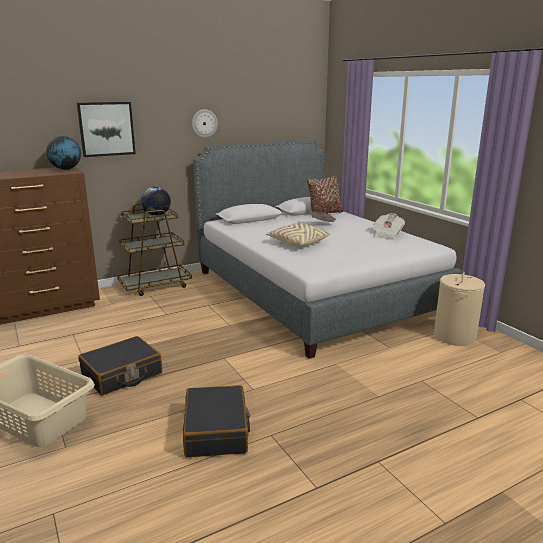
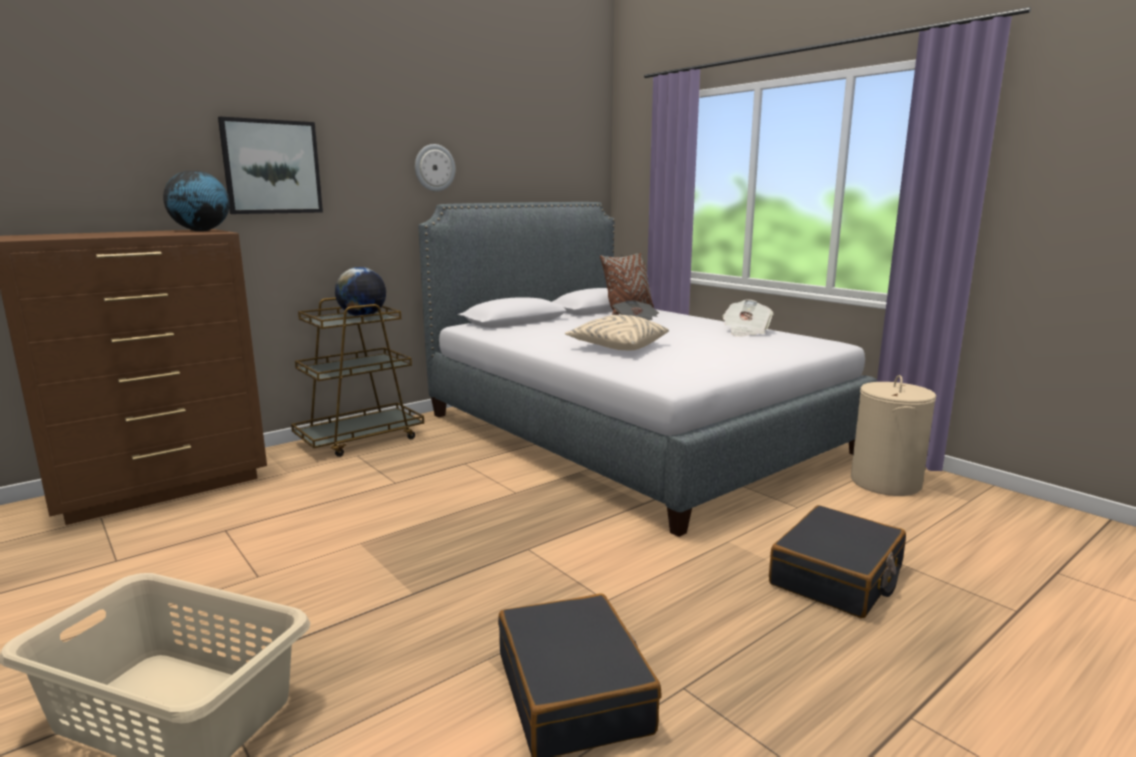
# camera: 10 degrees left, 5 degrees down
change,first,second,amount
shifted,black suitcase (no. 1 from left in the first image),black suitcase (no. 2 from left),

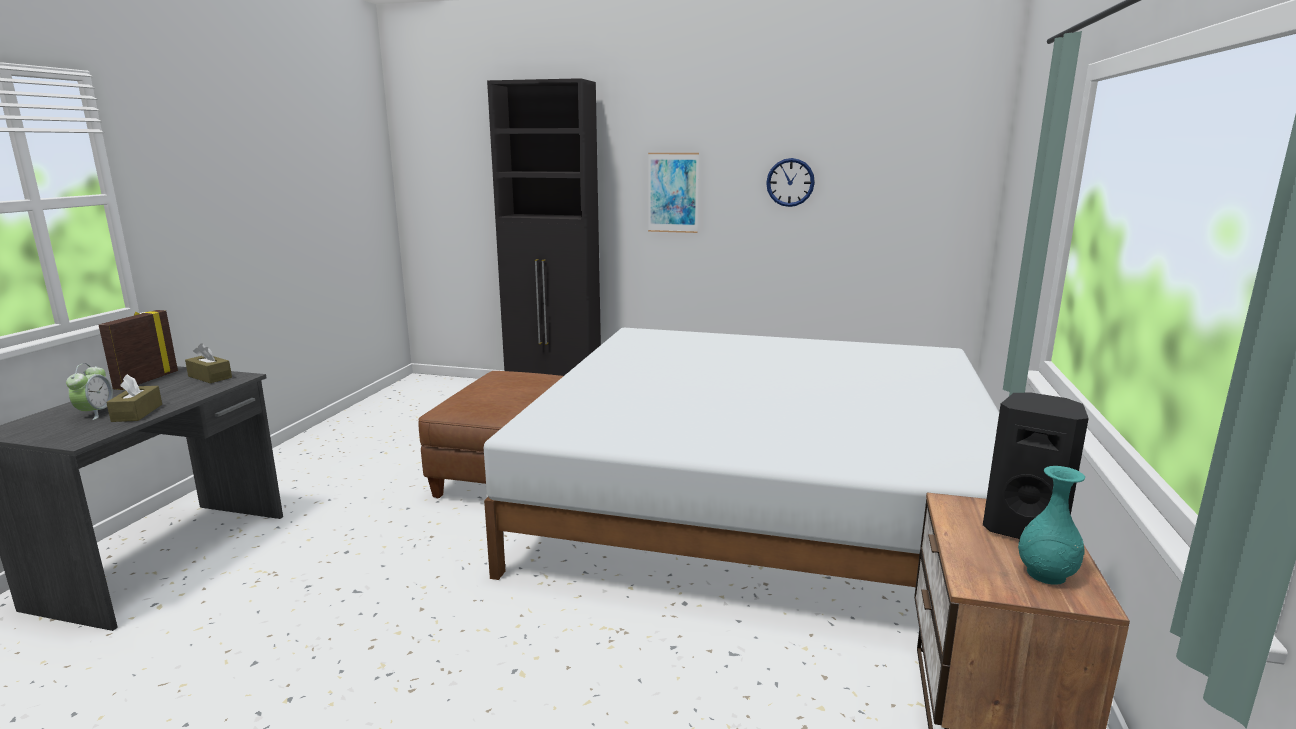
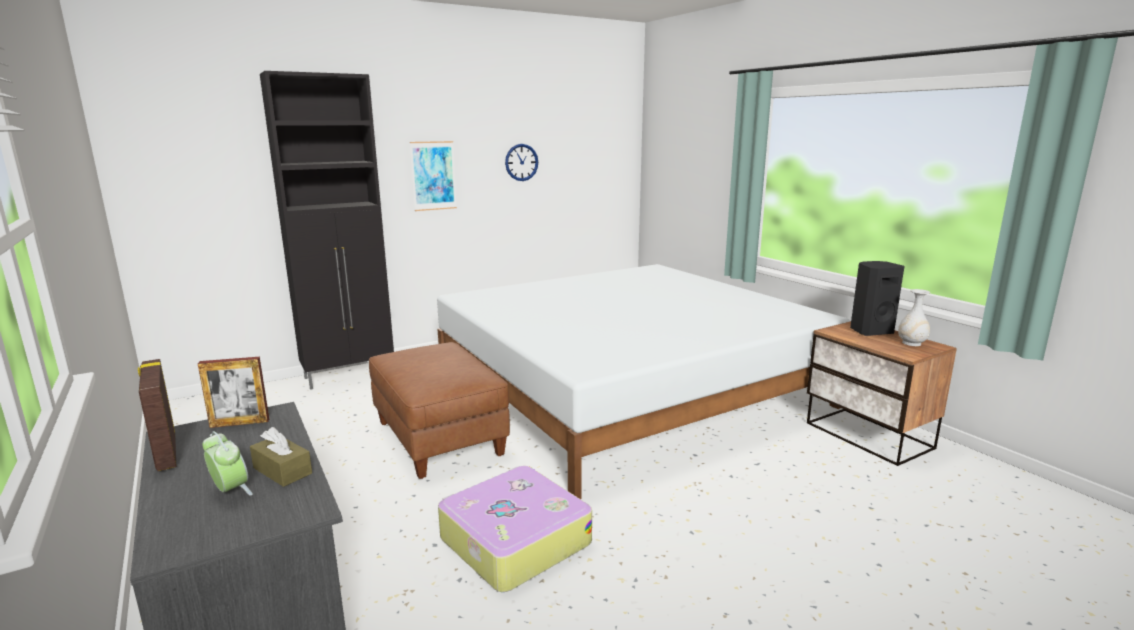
# camera: 45 degrees left, 0 degrees up
change,first,second,amount
swapped,brown tissue box (no. 2 from left),picture frame (no. 2 from left),
repainted,turquoise vase,white vase,
new,,suitcase,

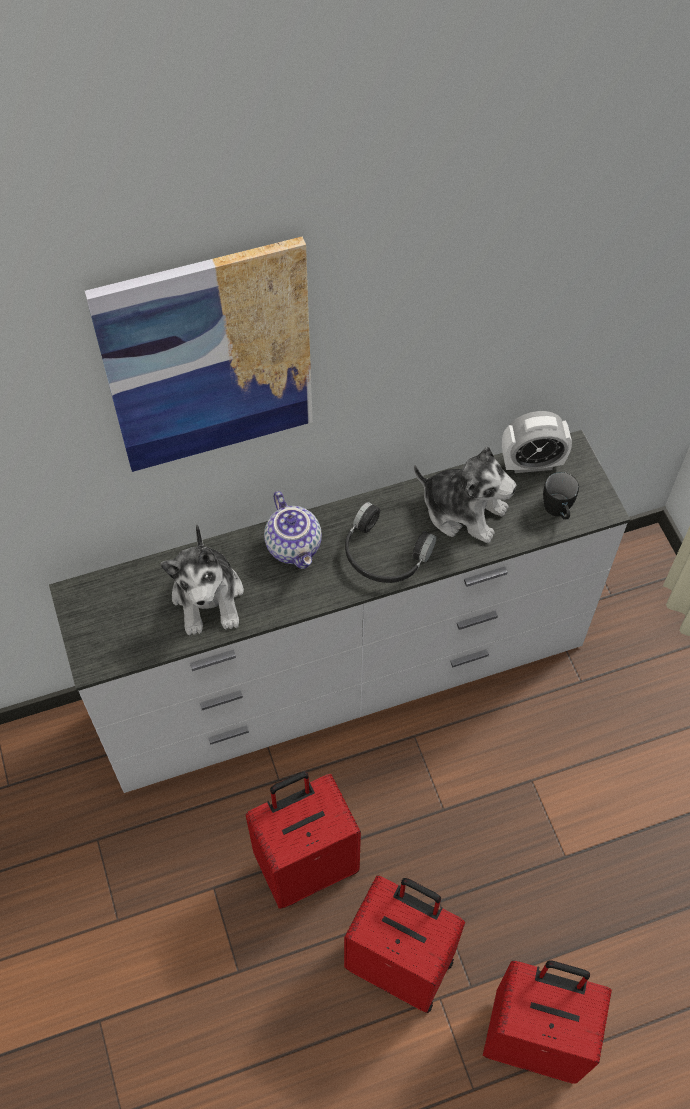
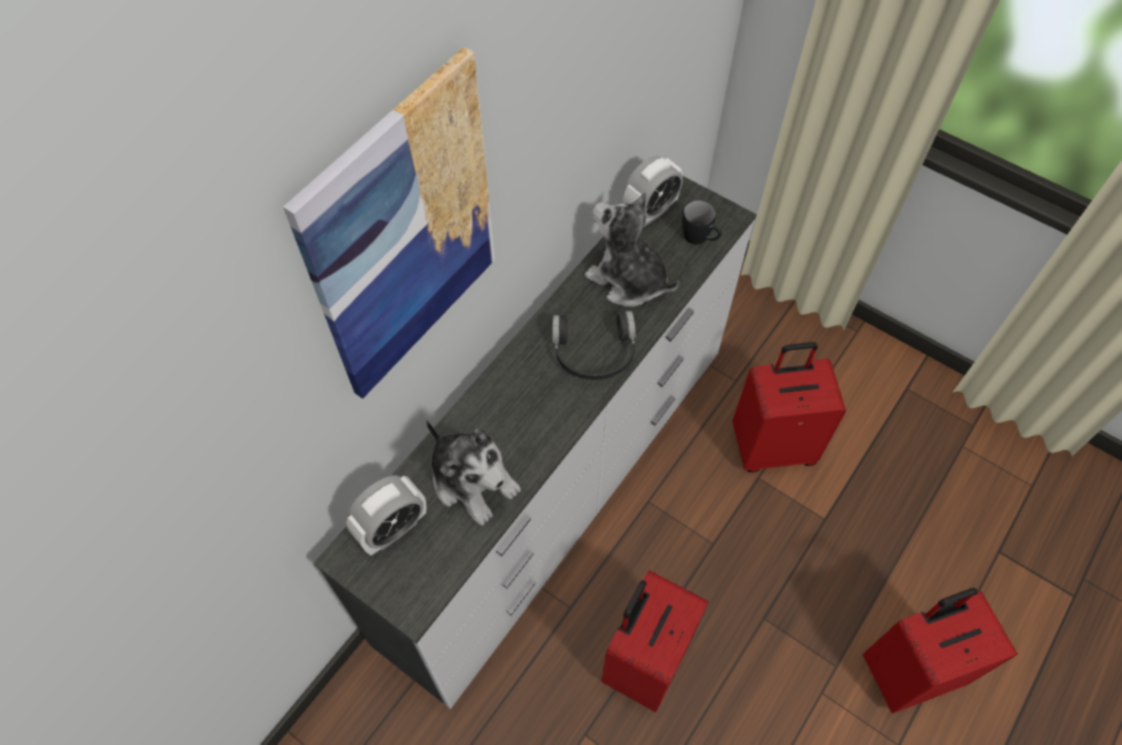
# camera: 35 degrees left, 0 degrees up
change,first,second,amount
gone,teapot,,
shifted,red suitcase (no. 2 from left),,
rotated,plush toy (no. 2 from left),,135 degrees counterclockwise
new,,alarm clock (no. 1 from left),

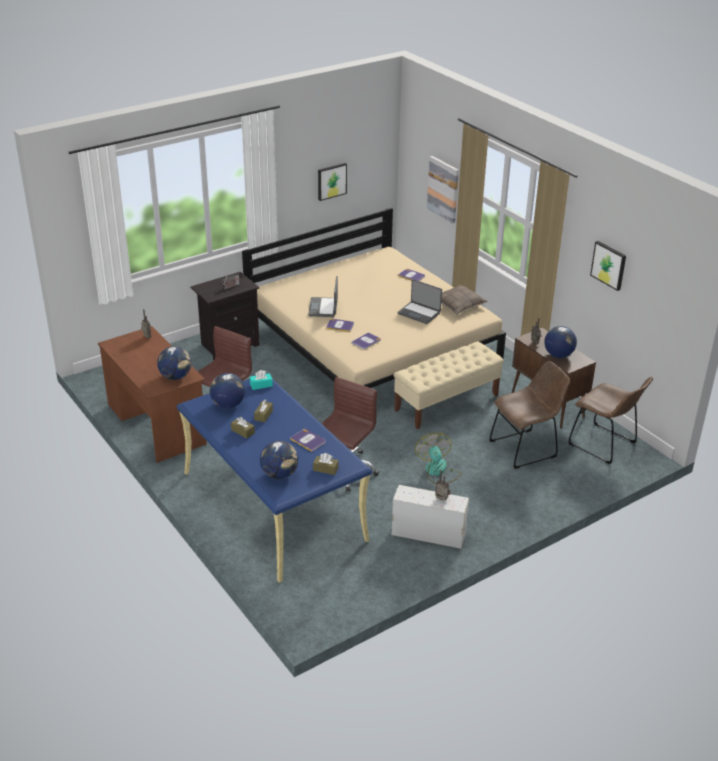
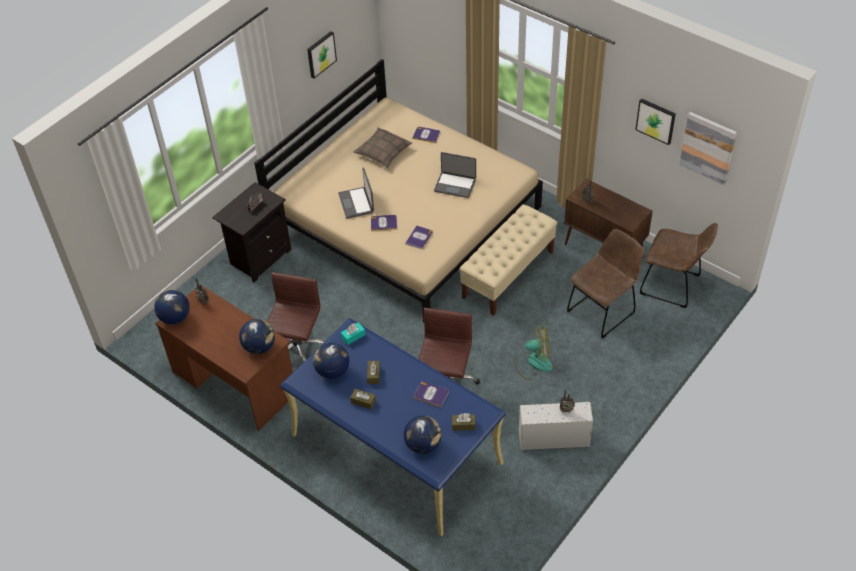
# camera: 15 degrees left, 15 degrees up
change,first,second,amount
rotated,fan,,120 degrees clockwise
shifted,picture (no. 2 from left in the first image),picture (no. 3 from left),
shifted,pillow,,
shifted,globe (no. 4 from left in the first image),globe (no. 1 from left),

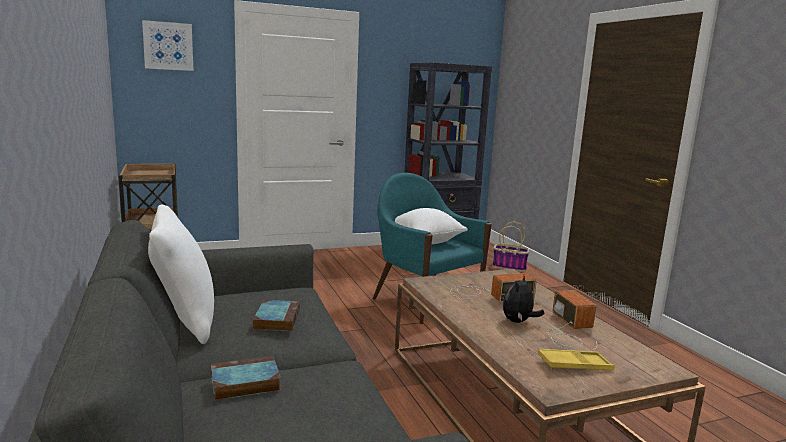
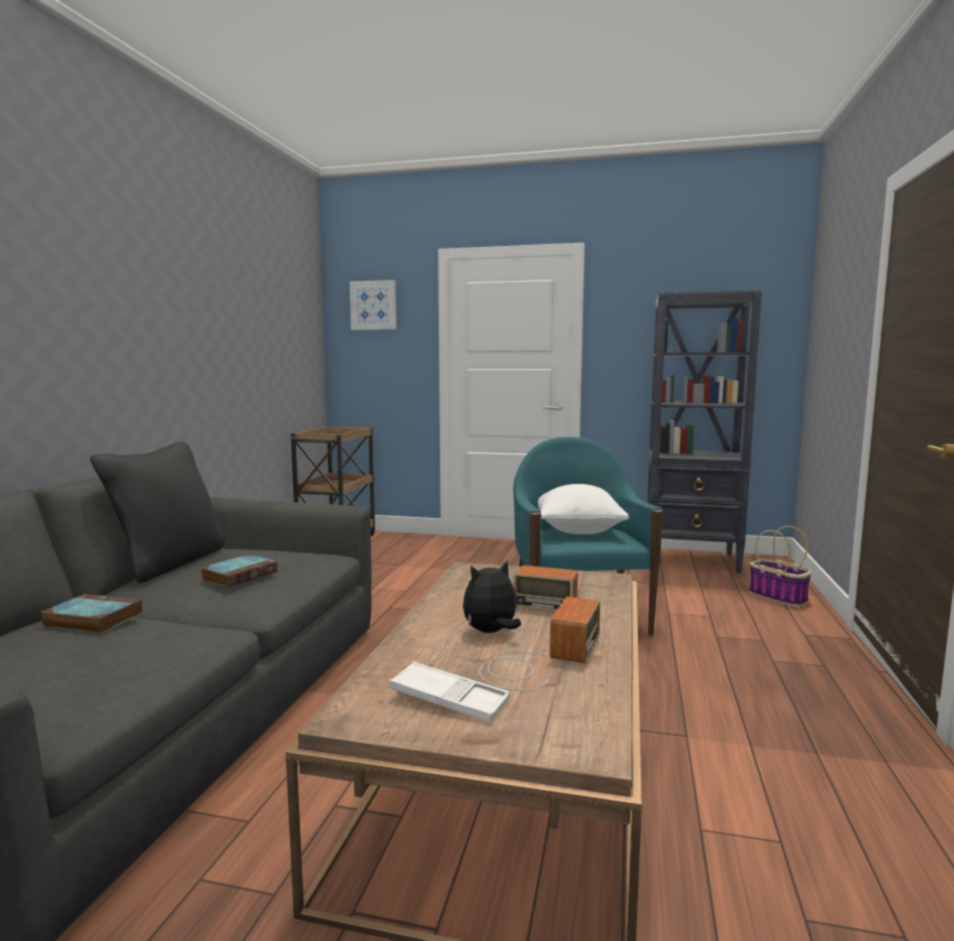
# camera: 35 degrees right, 5 degrees down
change,first,second,amount
repainted,white pillow (no. 1 from left),black pillow,
repainted,yellow tray,white tray,

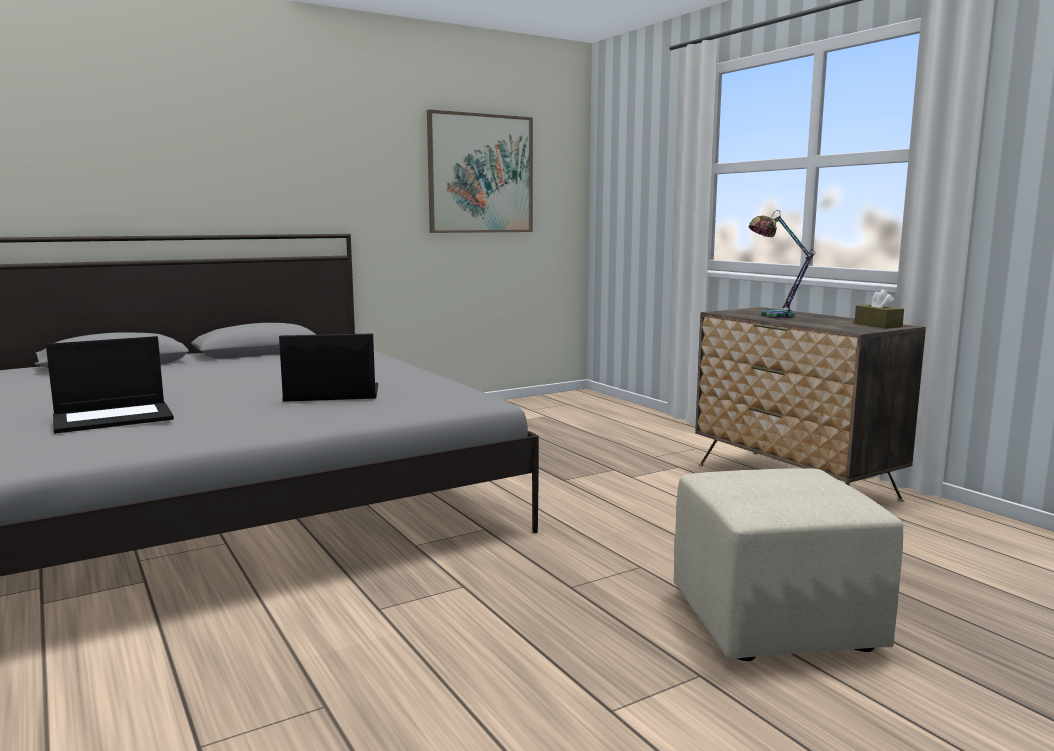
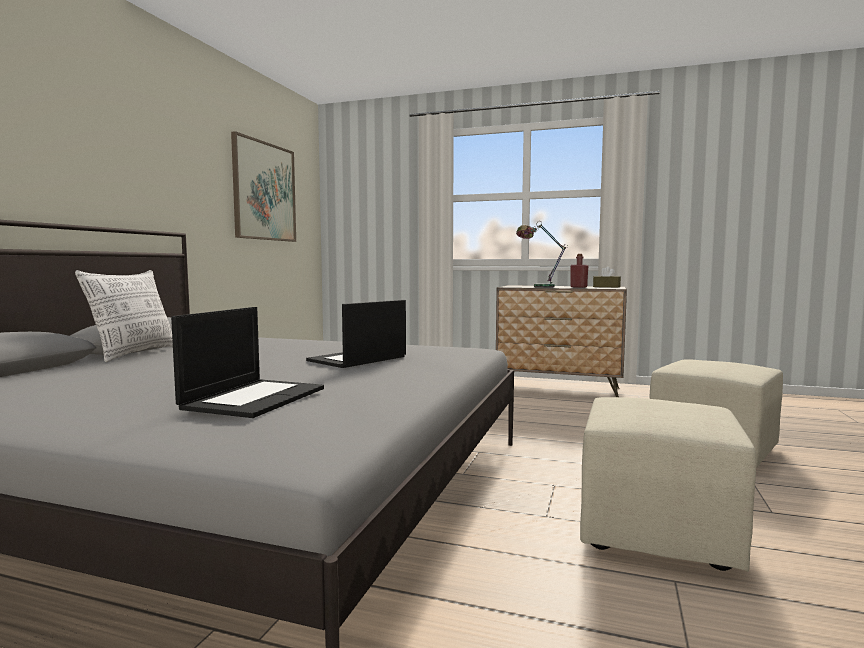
# camera: 40 degrees left, 5 degrees down
change,first,second,amount
new,,pillow,
new,,red bottle,
new,,beige ottoman (no. 1 from left),

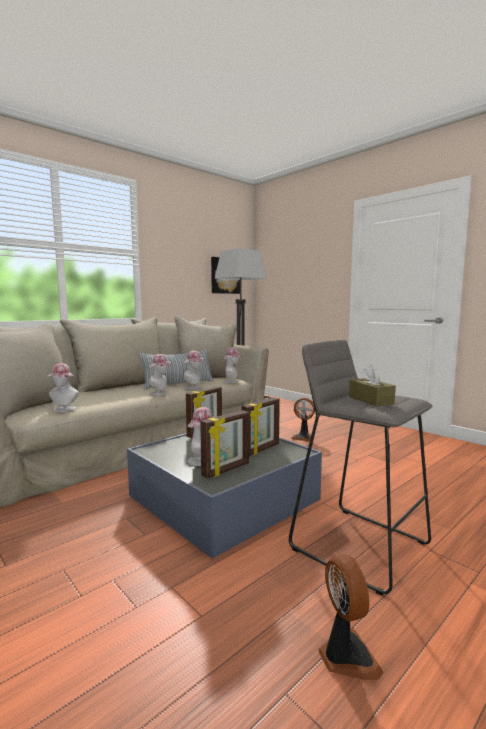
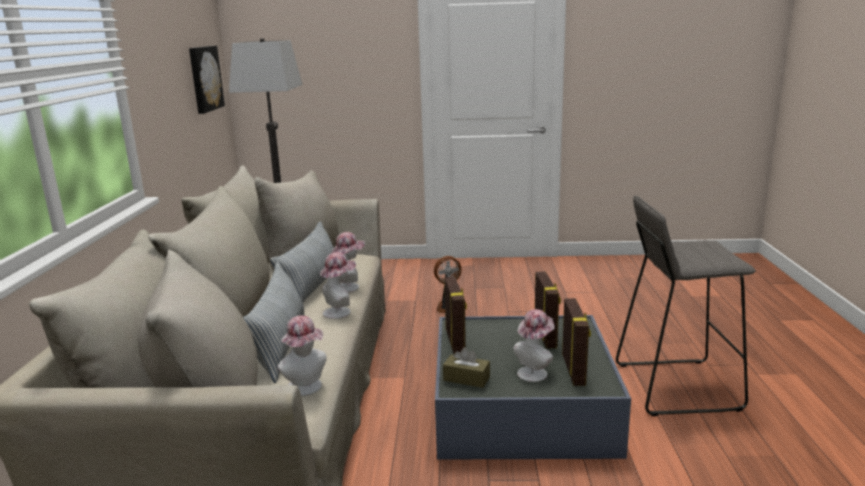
# camera: 45 degrees left, 10 degrees up
change,first,second,amount
gone,hat (no. 5 from left),,
gone,fan (no. 2 from left),,
shifted,brown tissue box,,
new,,pillow (no. 1 from left),

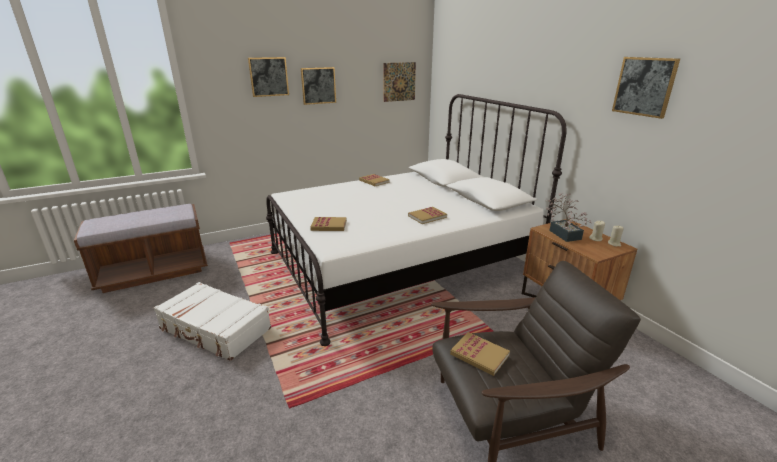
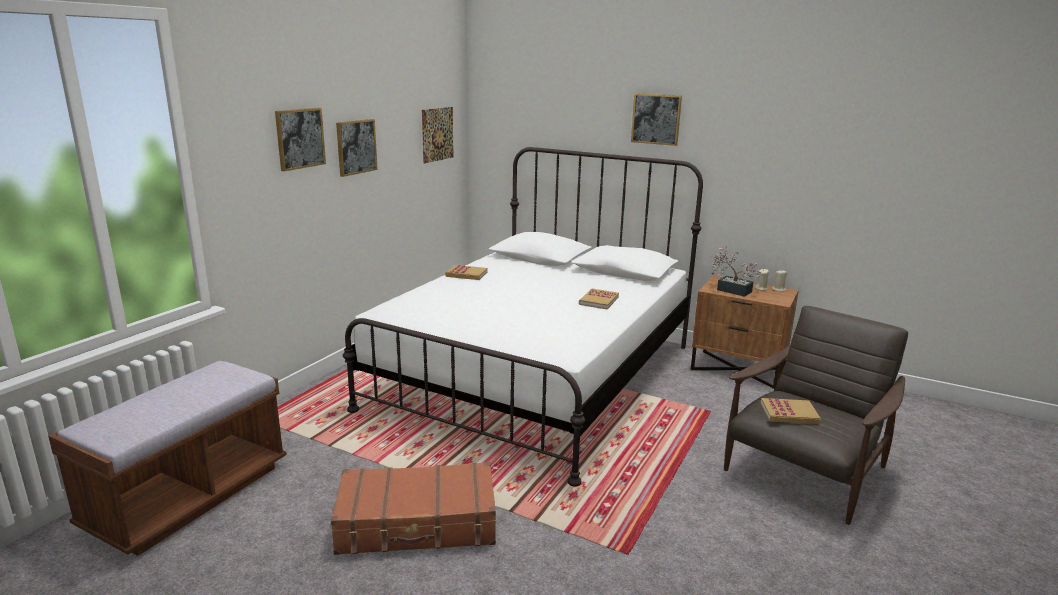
# camera: 35 degrees left, 5 degrees down
change,first,second,amount
repainted,white suitcase,brown suitcase,
gone,book (no. 1 from left),,
shifted,picture (no. 4 from left),,

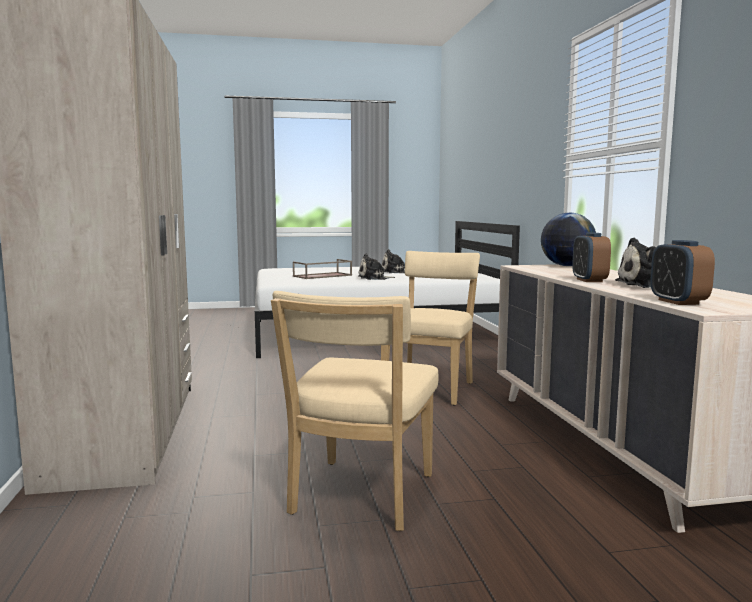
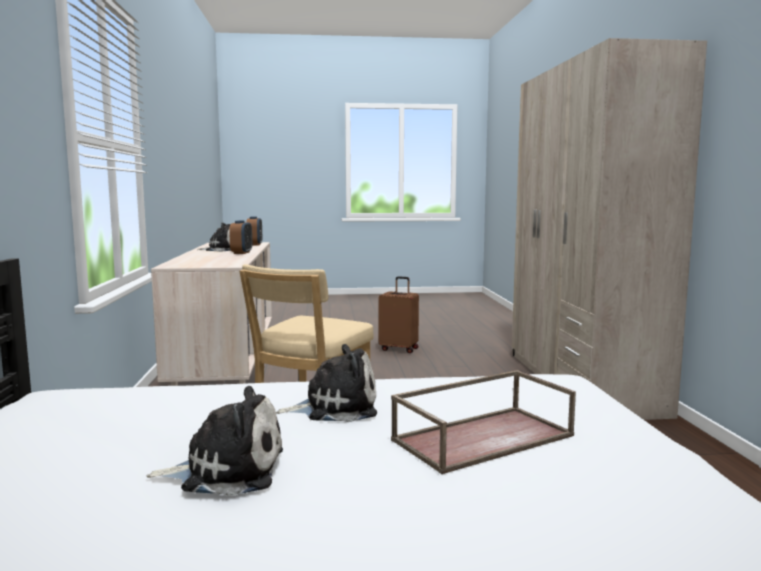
# camera: 175 degrees left, 0 degrees up
change,first,second,amount
swapped,beige chair (no. 1 from left),brown suitcase,
gone,globe,,

